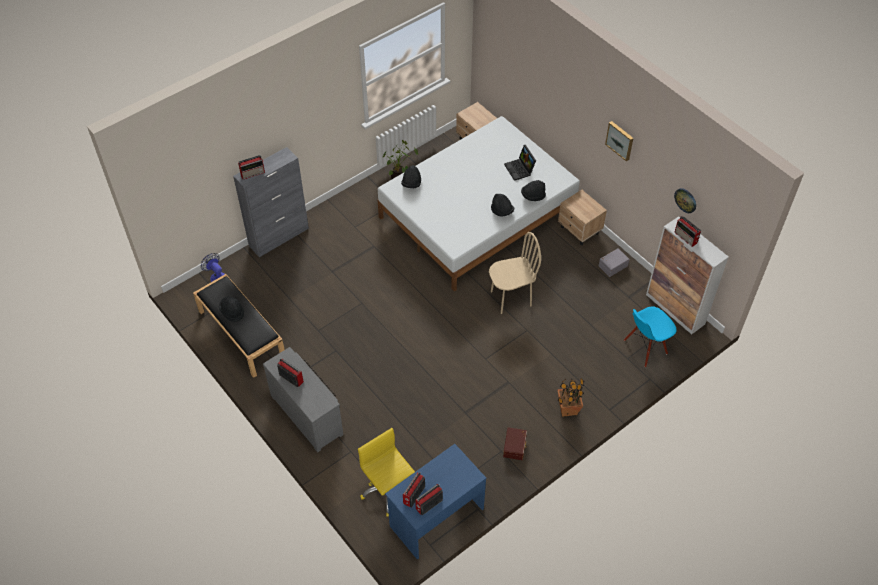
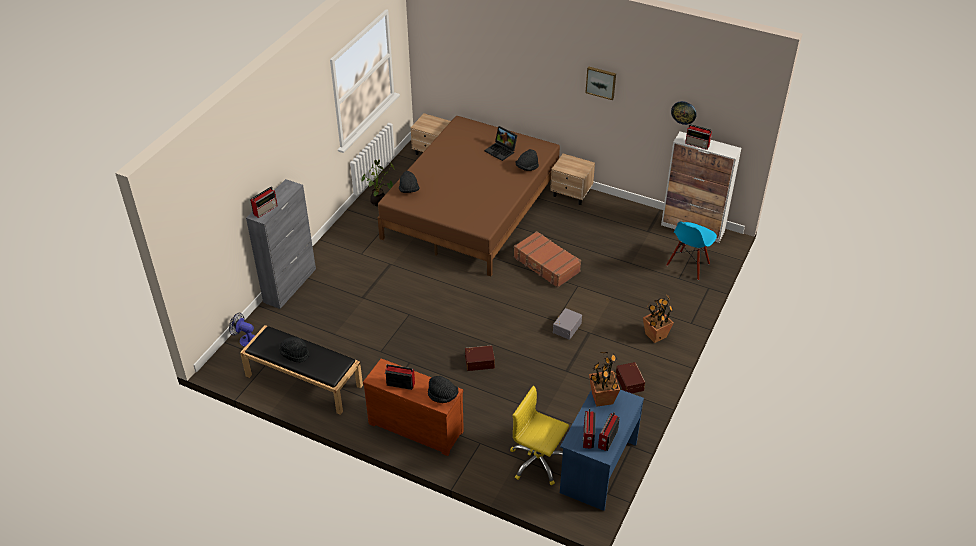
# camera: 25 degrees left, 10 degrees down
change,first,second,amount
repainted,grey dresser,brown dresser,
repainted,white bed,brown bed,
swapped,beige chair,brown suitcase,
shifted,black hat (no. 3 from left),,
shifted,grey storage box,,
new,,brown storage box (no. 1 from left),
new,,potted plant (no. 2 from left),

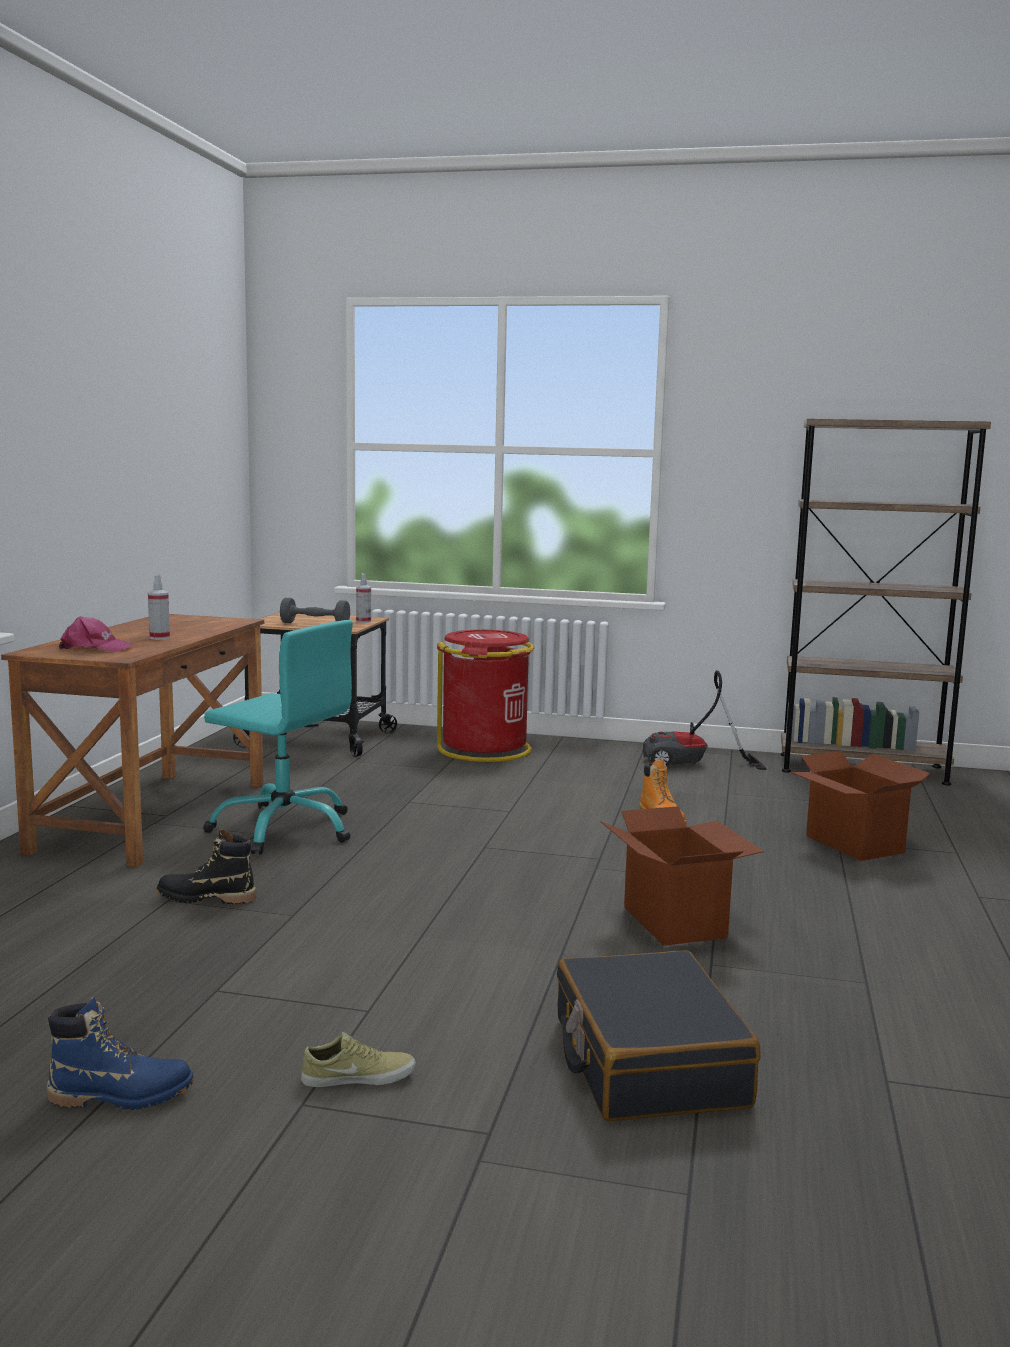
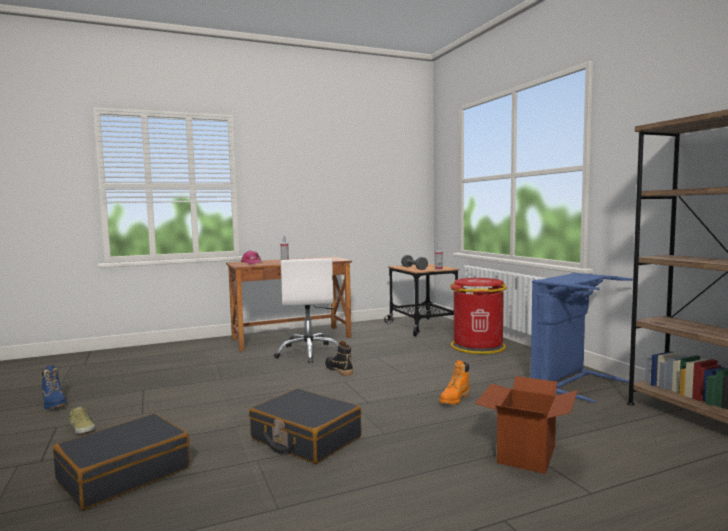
# camera: 55 degrees right, 5 degrees down
change,first,second,amount
shifted,black boot,,
repainted,turquoise office chair,white office chair,
swapped,cardboard box (no. 1 from left),black suitcase (no. 2 from left),
swapped,vacuum cleaner,blue laundry basket,

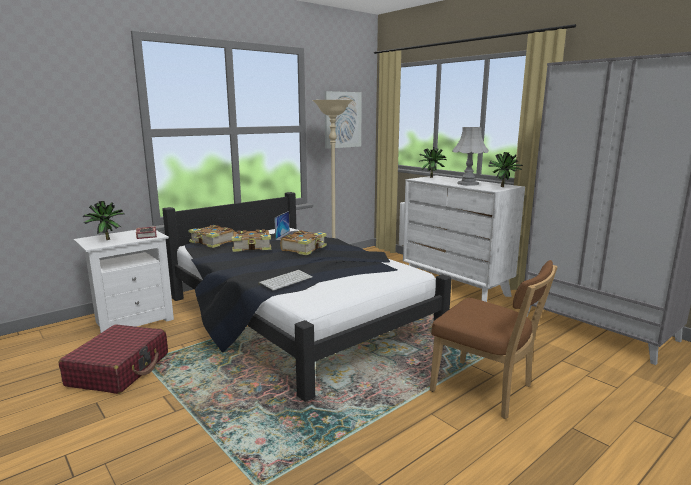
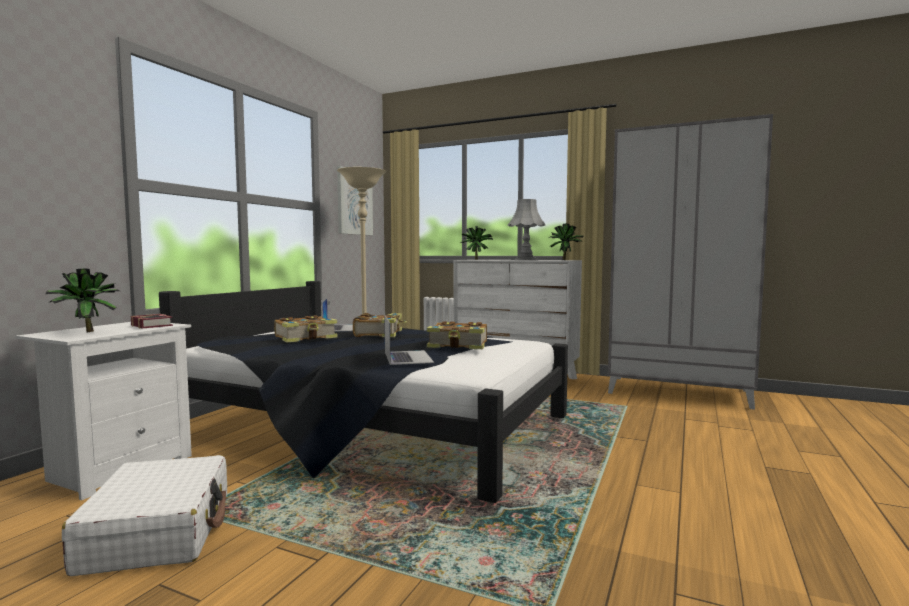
# camera: 25 degrees left, 10 degrees down
change,first,second,amount
repainted,red suitcase,white suitcase,
shifted,book (no. 2 from left in the first image),book (no. 4 from left),
swapped,keyboard,laptop (no. 2 from left),
gone,brown chair,,

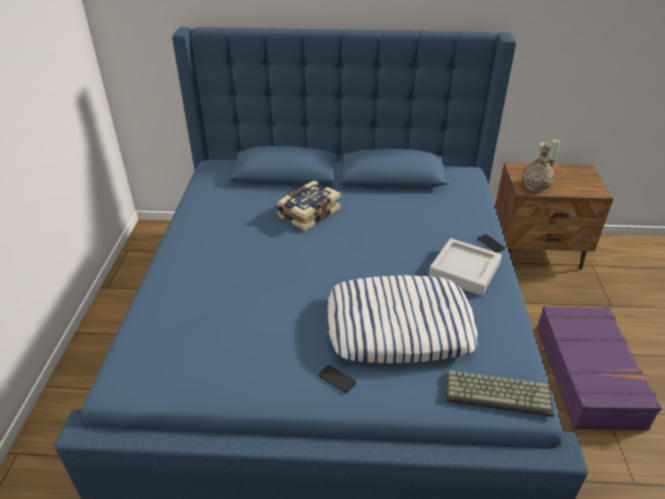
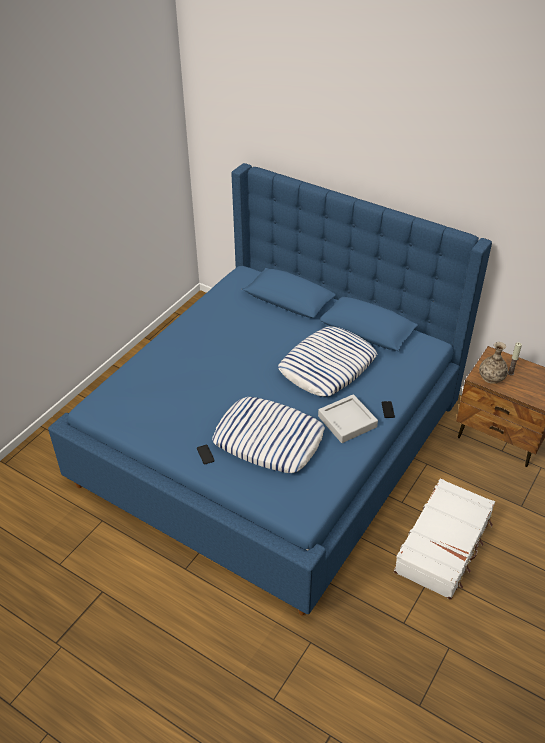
# camera: 30 degrees right, 5 degrees up
change,first,second,amount
gone,book,,
gone,keyboard,,
repainted,purple suitcase,white suitcase,
new,,pillow (no. 2 from left),

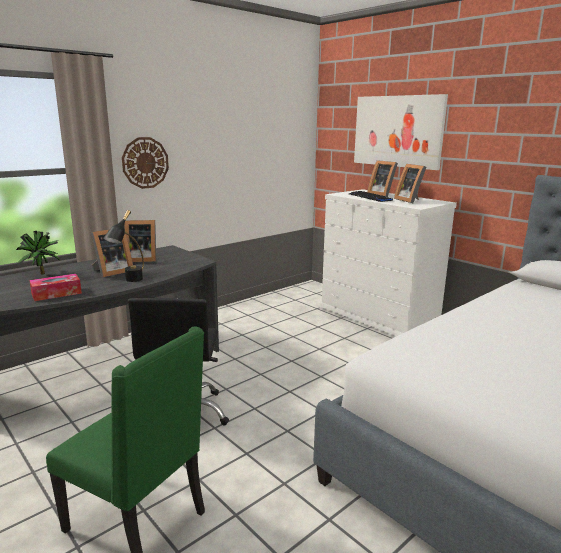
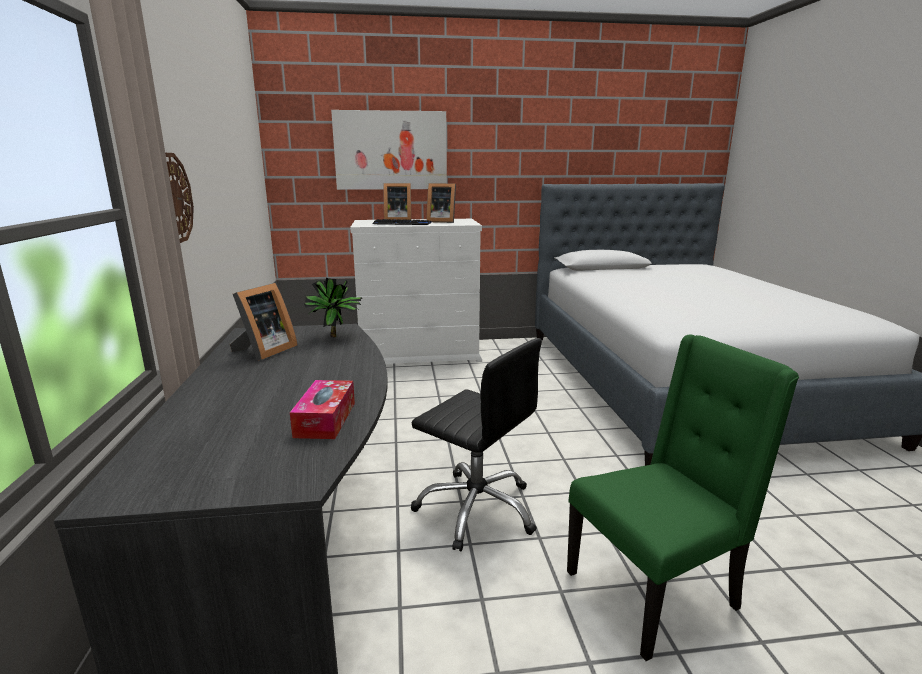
# camera: 55 degrees left, 0 degrees up
change,first,second,amount
shifted,potted plant,,
gone,picture frame (no. 1 from left),,
gone,black table lamp,,

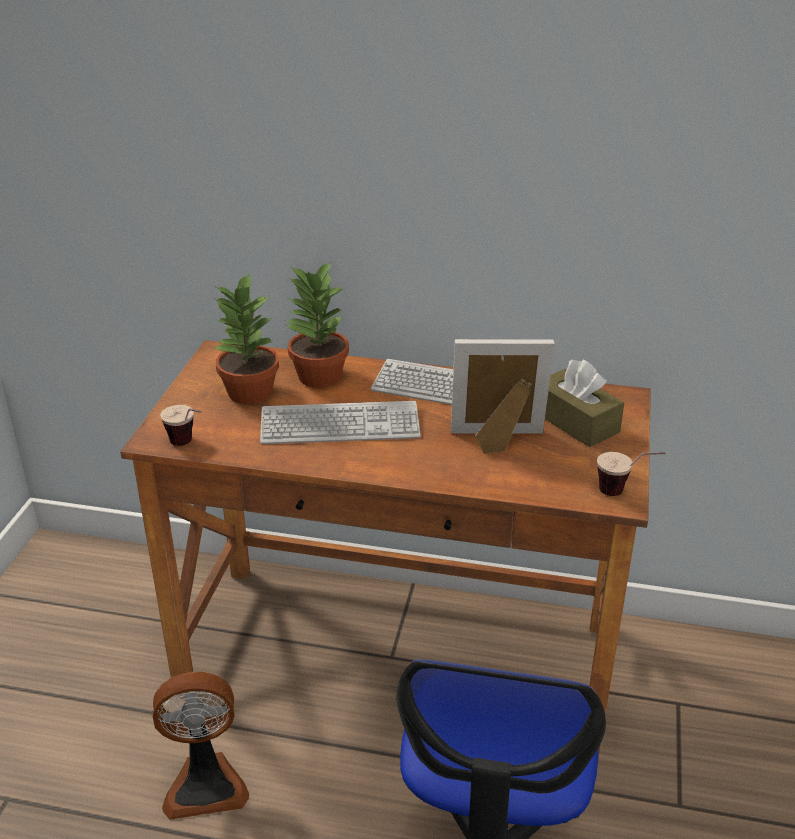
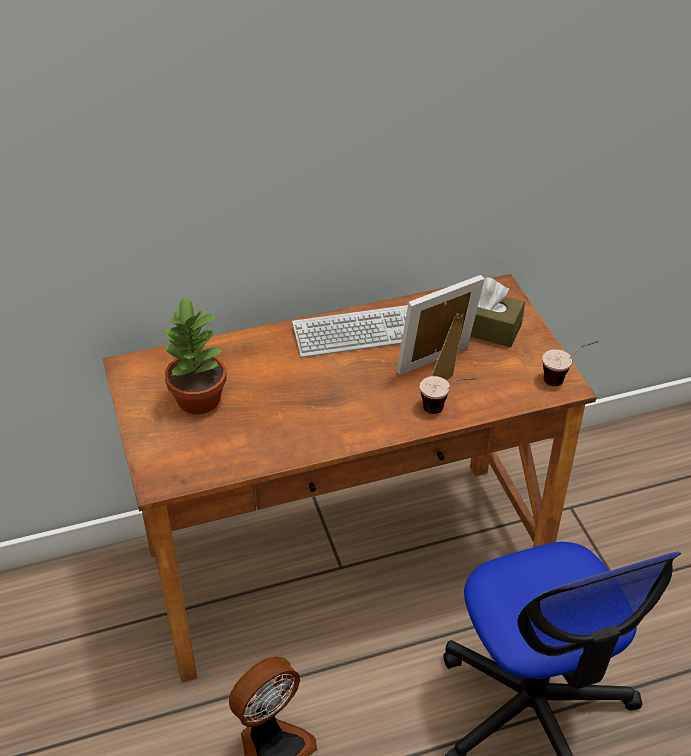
# camera: 30 degrees left, 10 degrees up
change,first,second,amount
shifted,cup (no. 1 from left),,
gone,keyboard (no. 1 from left),,
gone,potted plant (no. 2 from left),,

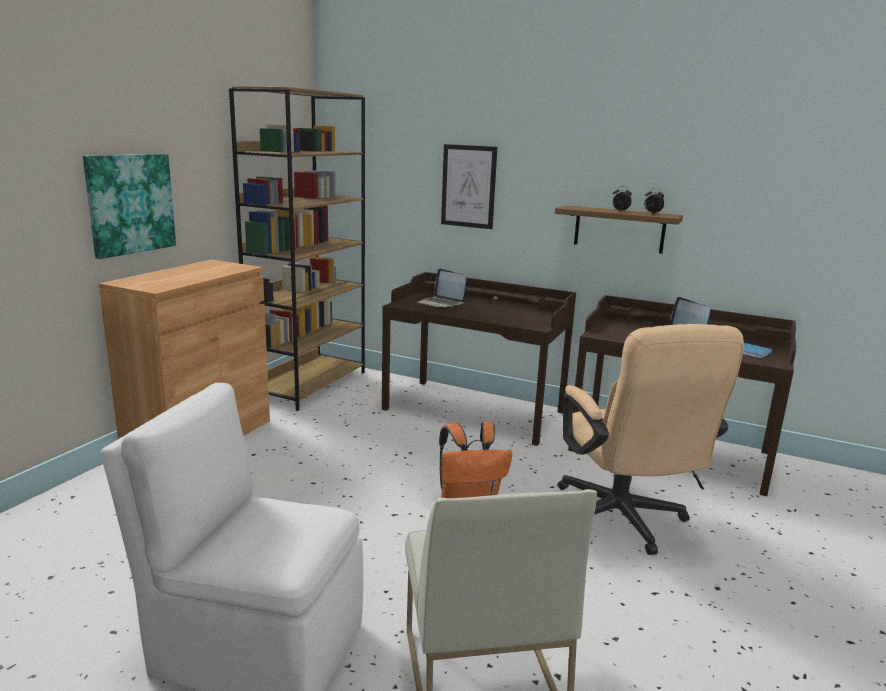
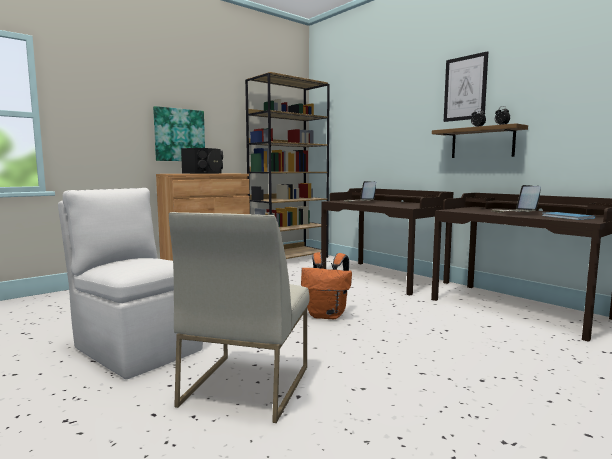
# camera: 25 degrees right, 10 degrees down
change,first,second,amount
shifted,picture (no. 2 from left),,
gone,beige office chair,,
new,,black speaker,

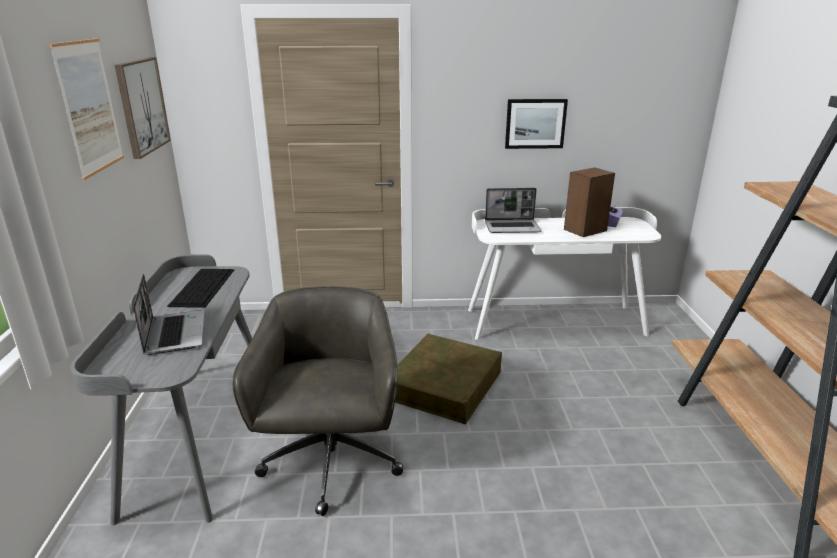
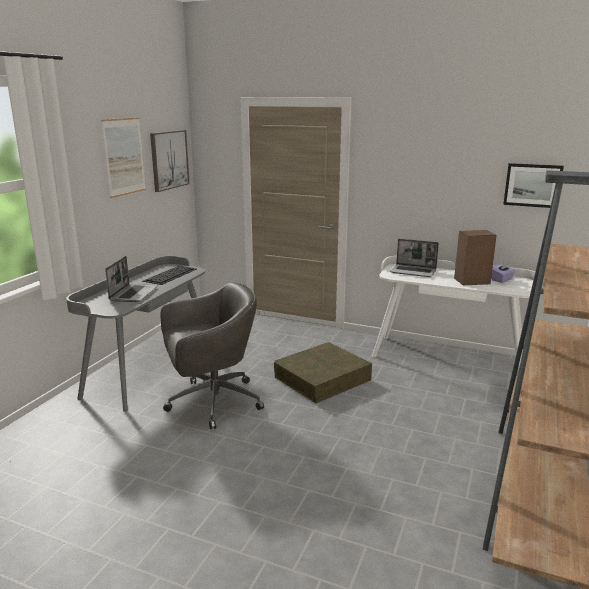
# camera: 25 degrees right, 5 degrees down
change,first,second,amount
rotated,grey office chair,,45 degrees clockwise
shifted,picture (no. 3 from left),,

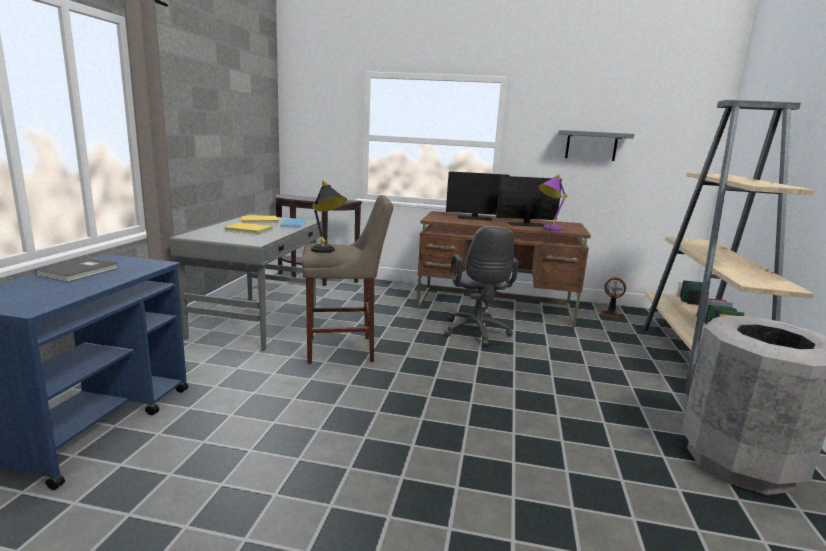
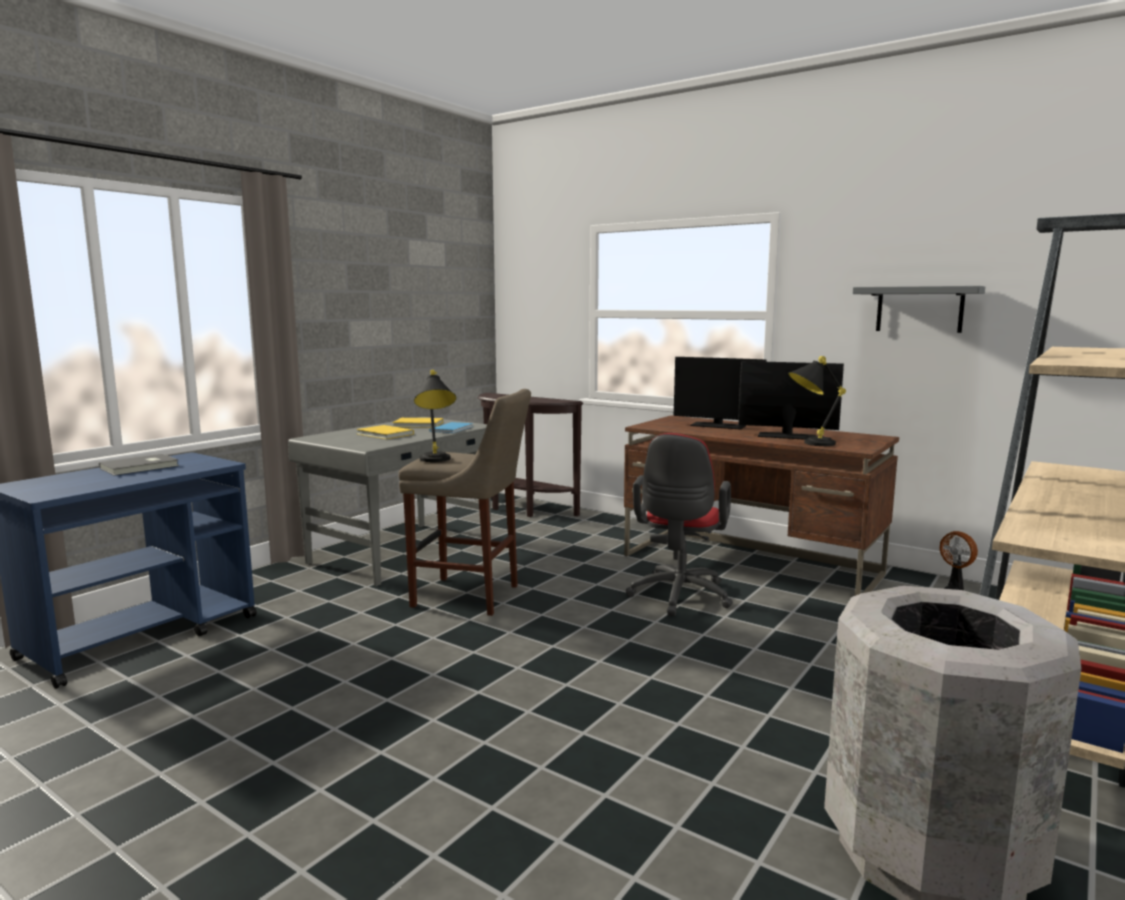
# camera: 25 degrees right, 5 degrees down
change,first,second,amount
repainted,grey office chair,red office chair,
repainted,purple table lamp,black table lamp (no. 2 from left),

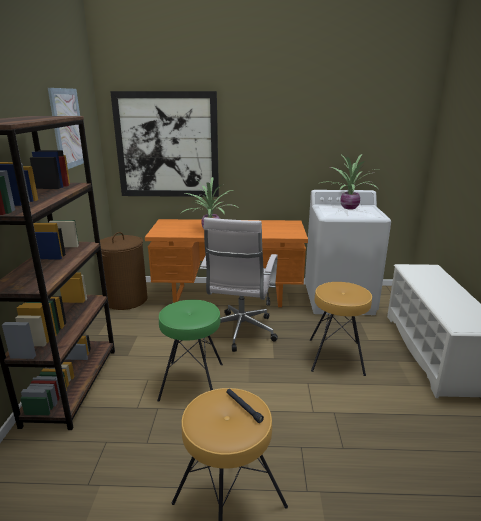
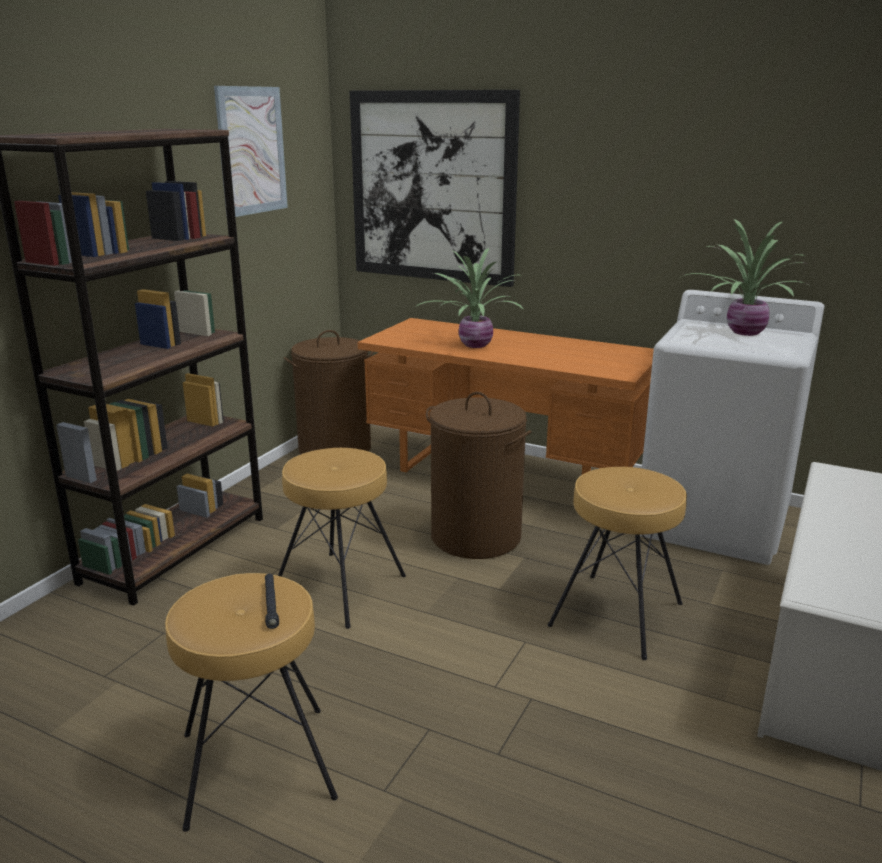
# camera: 25 degrees right, 0 degrees up
change,first,second,amount
repainted,green stool,brown stool (no. 2 from left),
swapped,white office chair,brown laundry basket (no. 2 from left),

